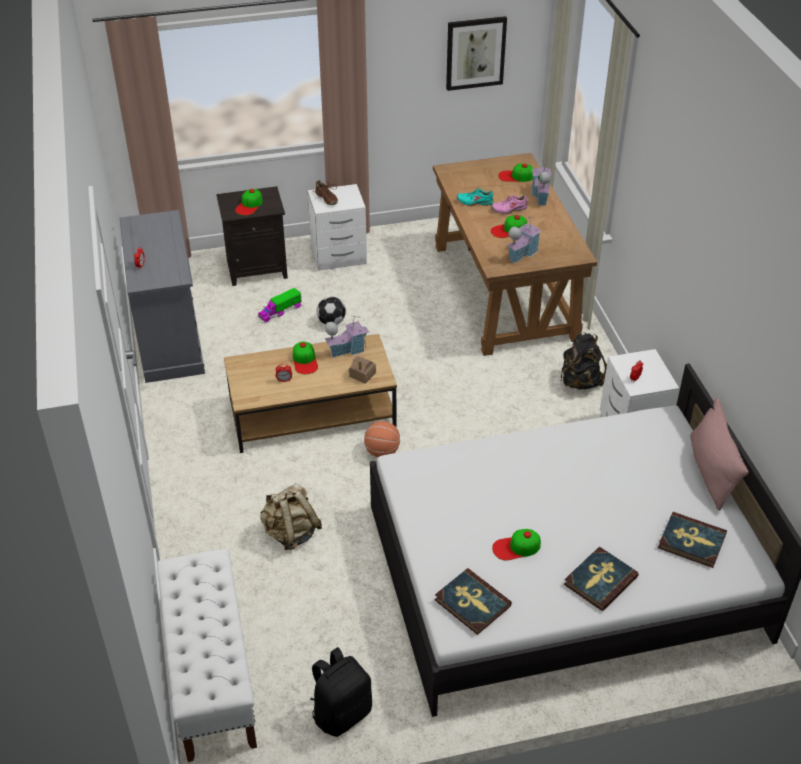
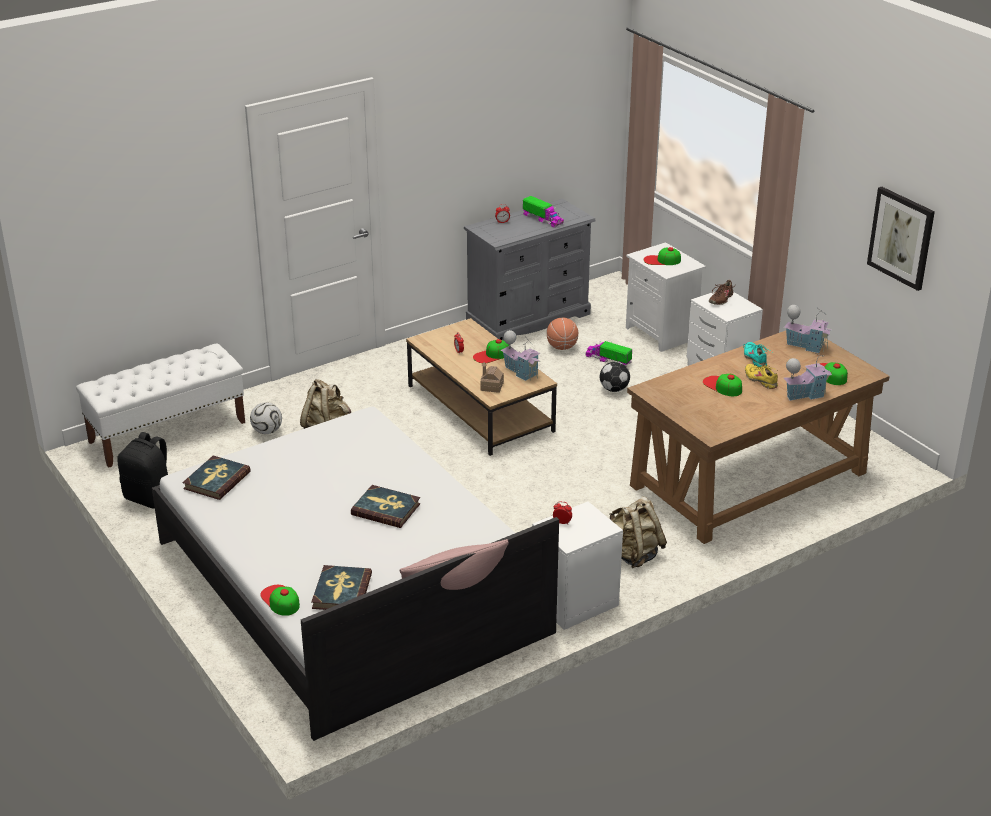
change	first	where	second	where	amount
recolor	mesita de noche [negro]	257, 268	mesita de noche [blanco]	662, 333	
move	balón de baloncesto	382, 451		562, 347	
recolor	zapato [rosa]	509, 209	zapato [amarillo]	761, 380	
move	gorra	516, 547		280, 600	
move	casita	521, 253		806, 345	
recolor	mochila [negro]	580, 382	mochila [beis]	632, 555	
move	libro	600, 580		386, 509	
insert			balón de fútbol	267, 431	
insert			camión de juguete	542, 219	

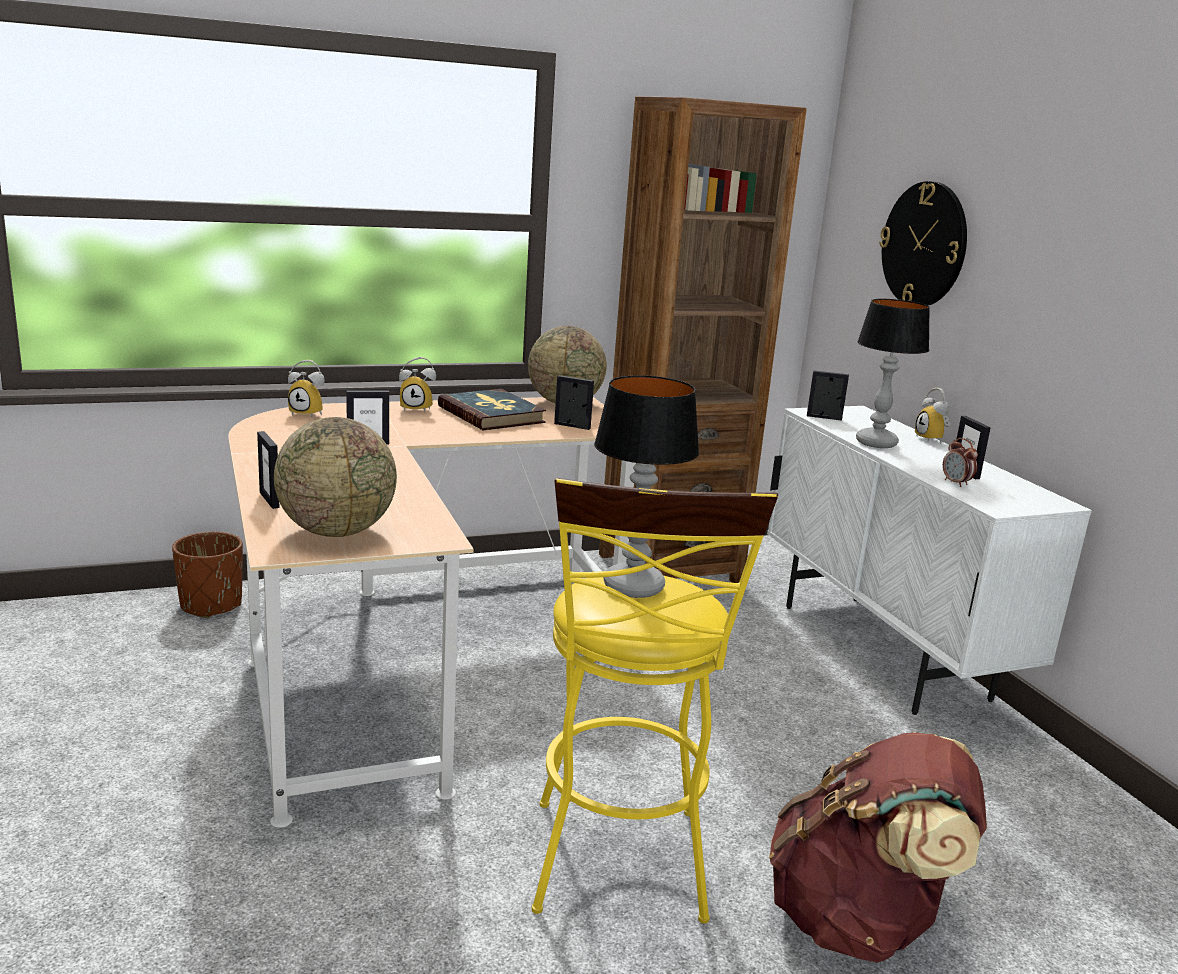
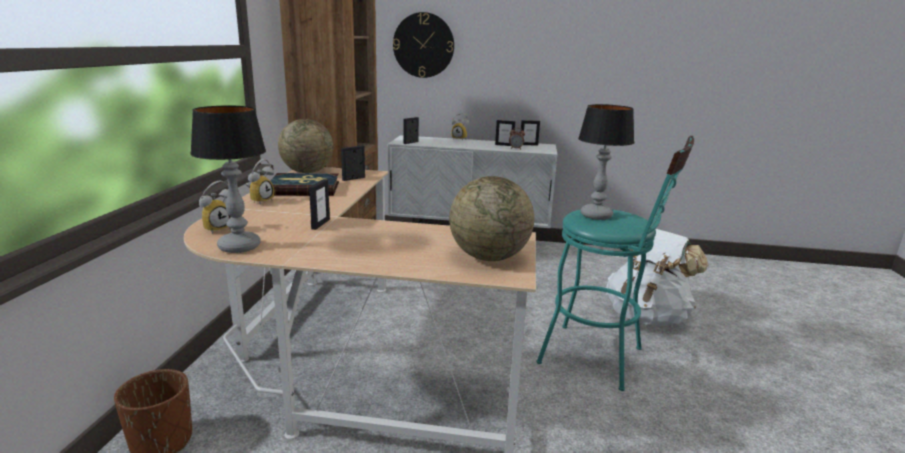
change	first	where	second	where	amount
move	portarretratos	270, 500		528, 145	
recolor	taburete [amarillo]	619, 872	taburete [turquesa]	600, 358	
recolor	mochila [marrón]	859, 920	mochila [blanco]	647, 316	
move	lámpara de mesa	876, 443		240, 247	

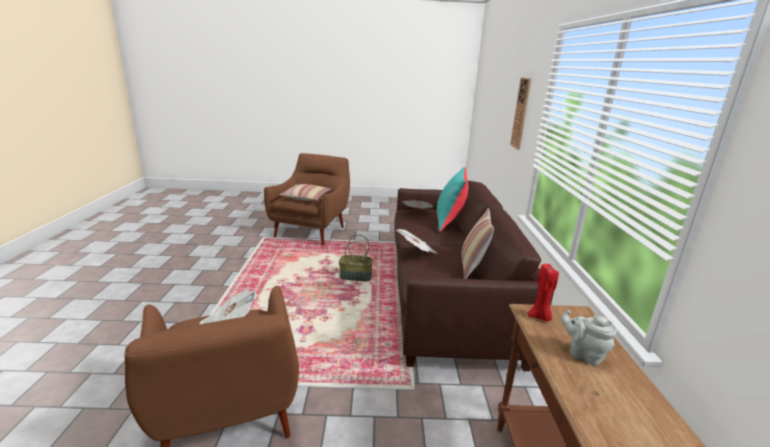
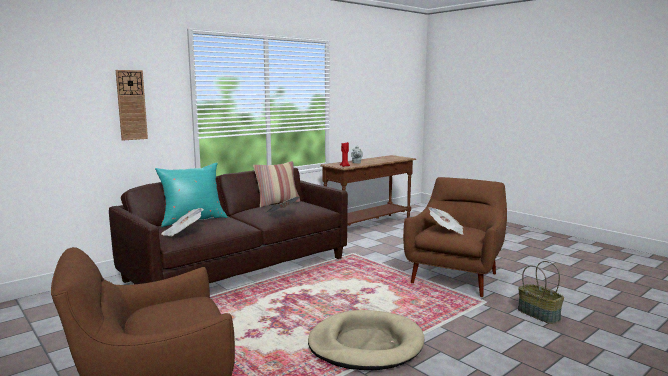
change	first	where	second	where	amount
delete	cojín	306, 197			
move	cesta	355, 277		539, 314	
insert			cama para perro [beis]	365, 345	

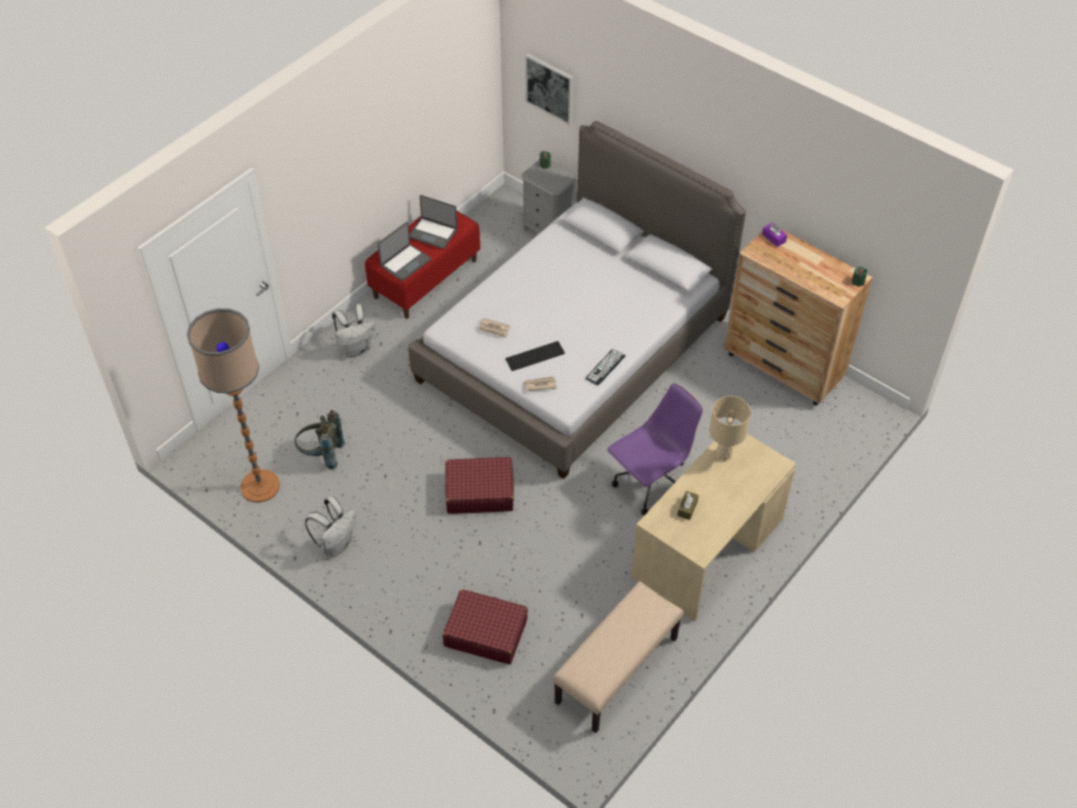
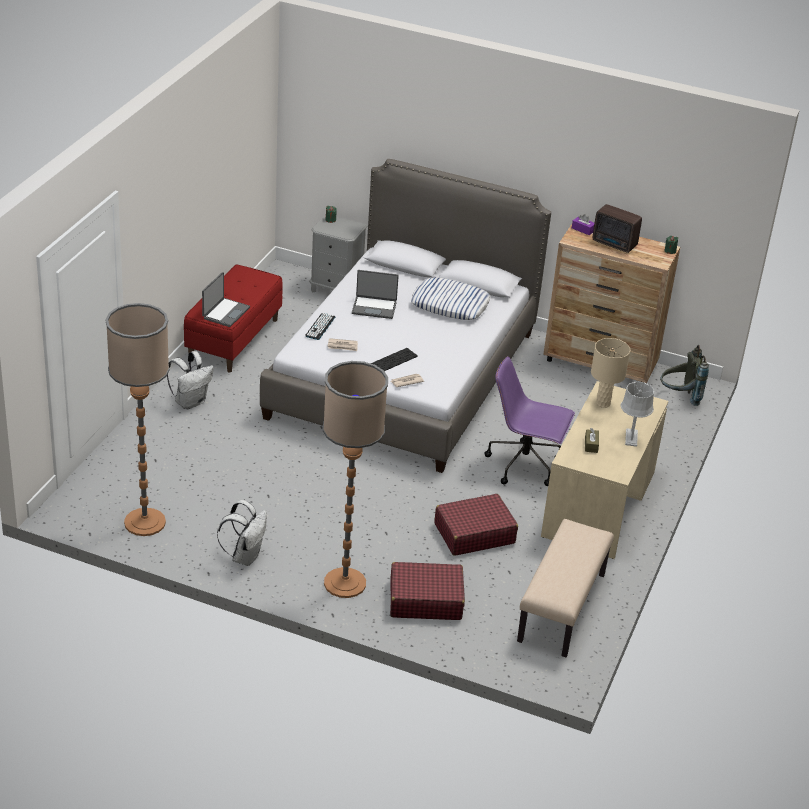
change	first	where	second	where	amount
move	mochila [gris]	321, 455		679, 397	
move	portátil	433, 233		374, 307	
move	maleta [rojo]	479, 492		474, 533	
delete	cuadro	550, 88			
move	teclado	605, 367		320, 326	
rotate	silla de oficina [morado]	651, 484		525, 465	105 degrees counterclockwise
insert			lámpara de pie	344, 583	
insert			cojín	450, 304	
insert			radio	615, 244	
insert			lámpara de mesa [gris]	631, 438	

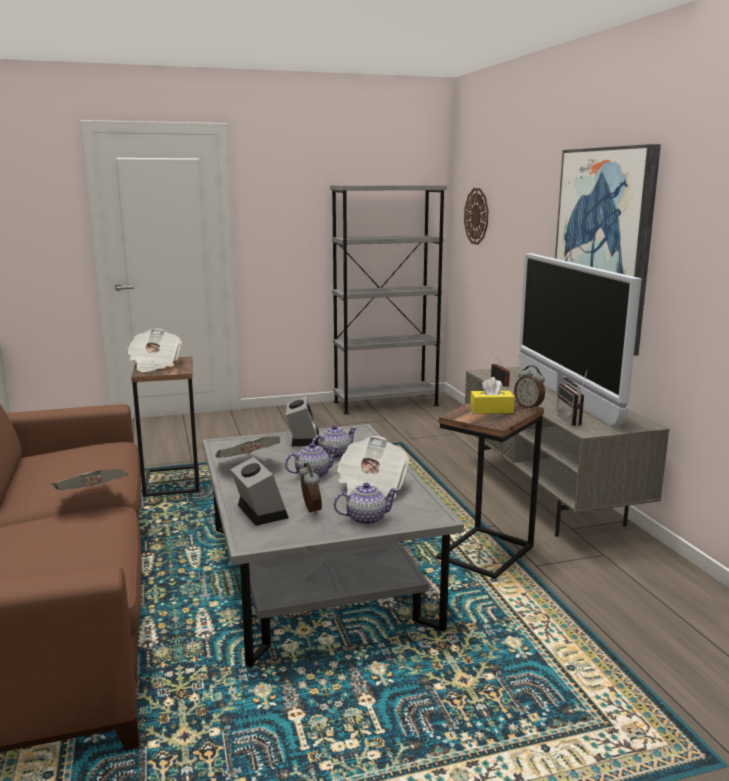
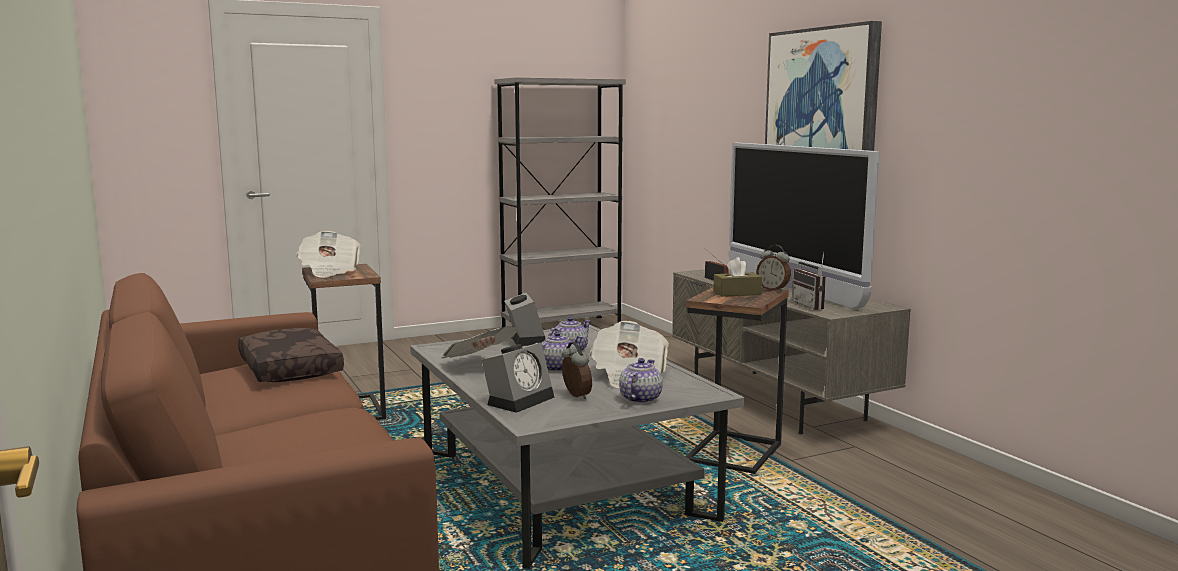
change	first	where	second	where	amount
delete	periódico	92, 499			
rotate	despertador	258, 511		520, 400	75 degrees clockwise
rotate	tetera	365, 519		639, 399	45 degrees counterclockwise
delete	reloj de pared	477, 216			
recolor	caja de pañuelos [amarillo]	491, 410	caja de pañuelos [marrón]	737, 293	
insert			cojín [marrón]	288, 369	

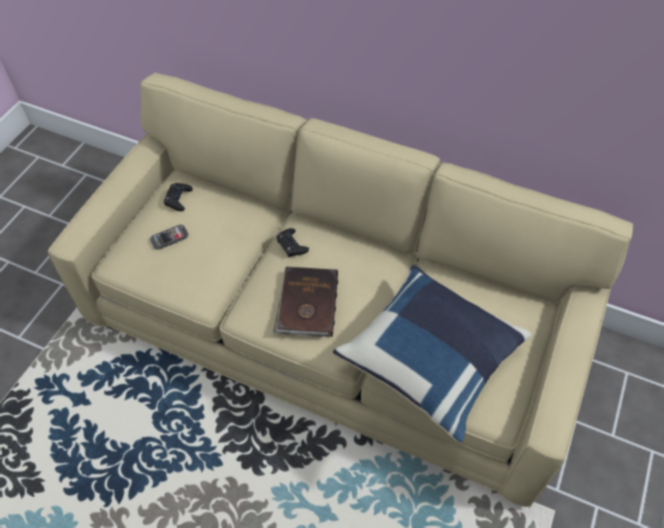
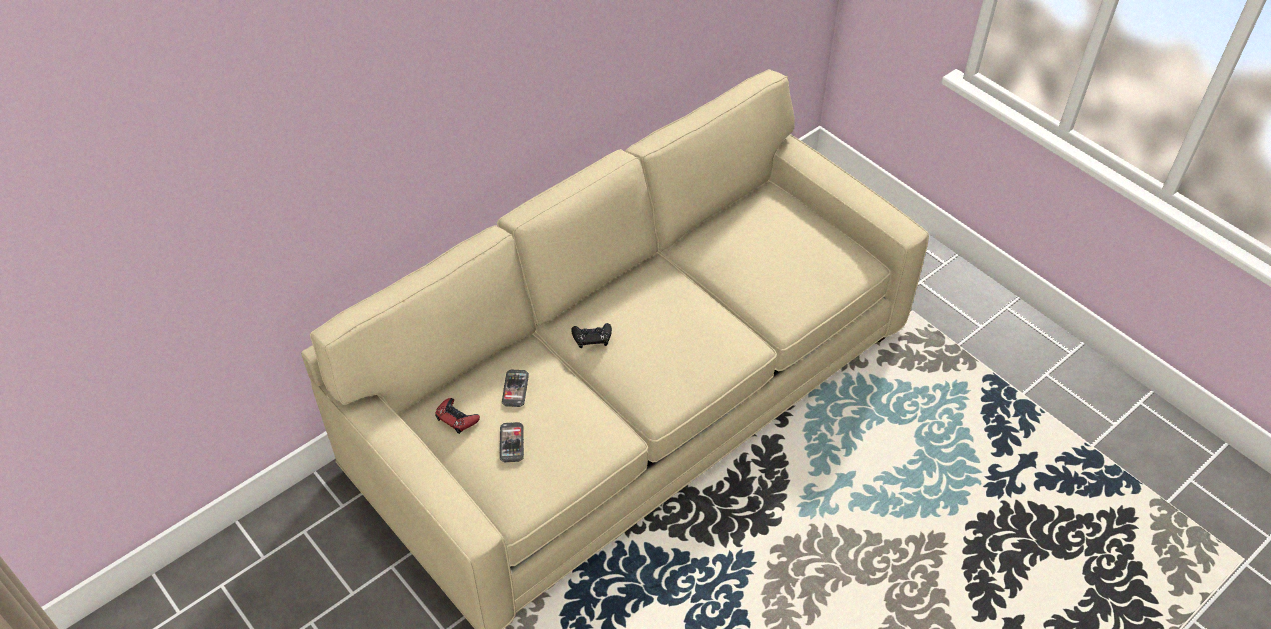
change	first	where	second	where	amount
recolor	mando de consola [negro]	178, 199	mando de consola [rojo]	456, 418	
delete	libro [marrón]	307, 304			
delete	cojín [azul]	430, 360			
insert			móvil	515, 389	

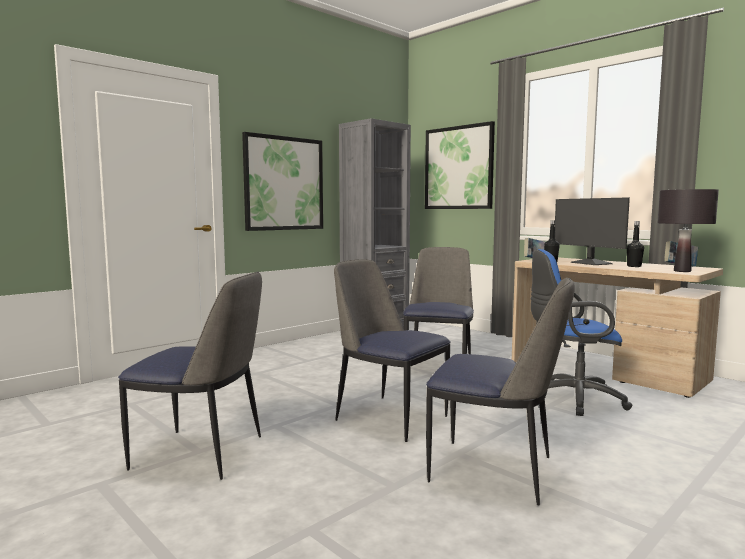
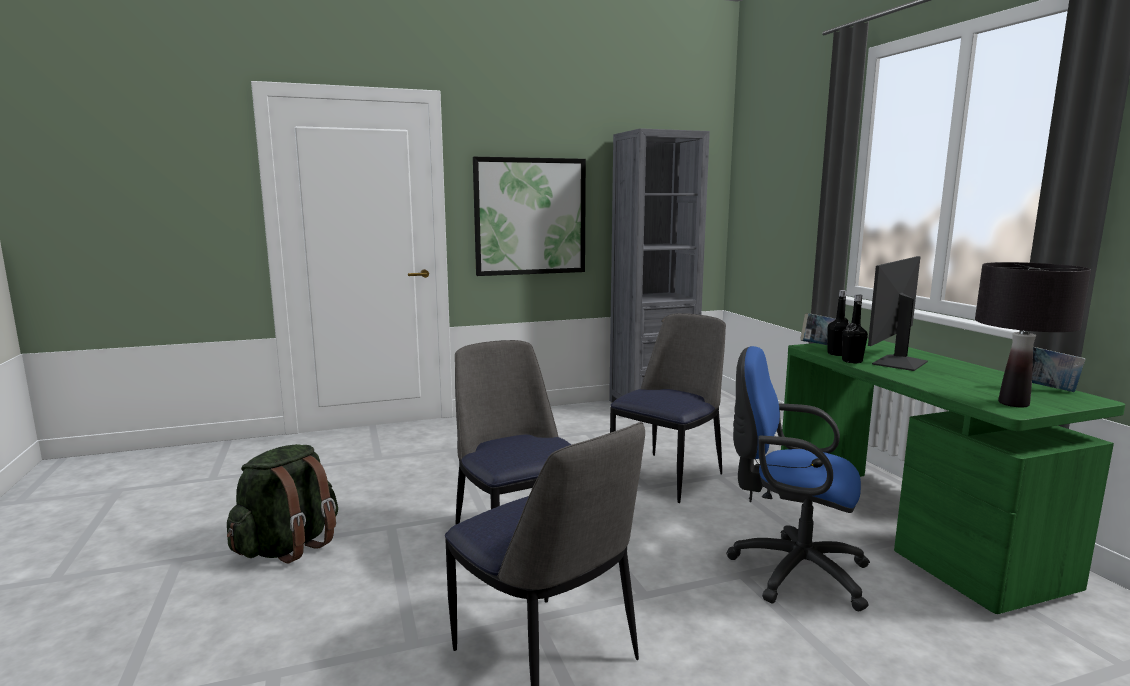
change	first	where	second	where	amount
replace	silla	202, 453	mochila [verde]	289, 546	
delete	cuadro	458, 168			
recolor	escritorio [beis]	606, 371	escritorio [verde]	910, 532	
rotate	monitor	590, 263		897, 363	45 degrees clockwise
move	botella [negro]	634, 266		852, 361	

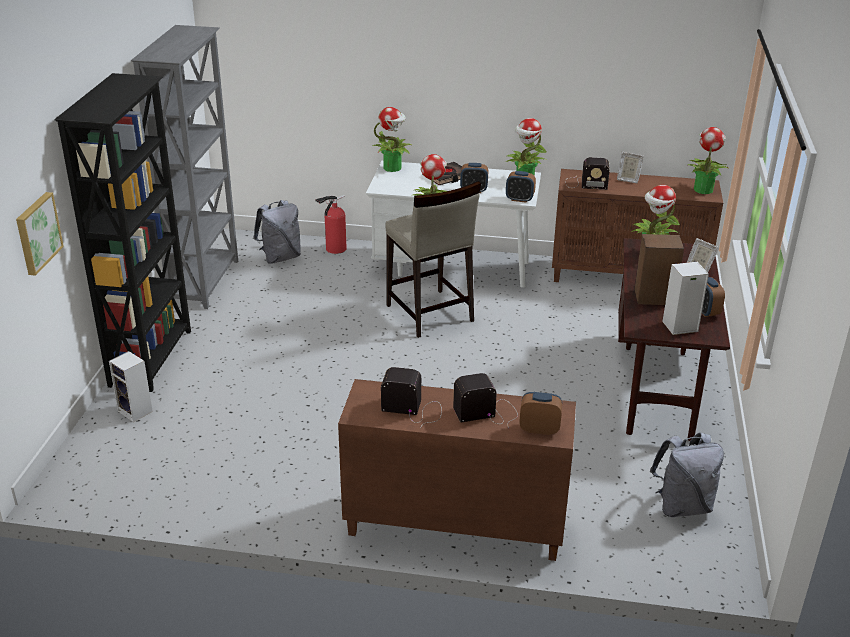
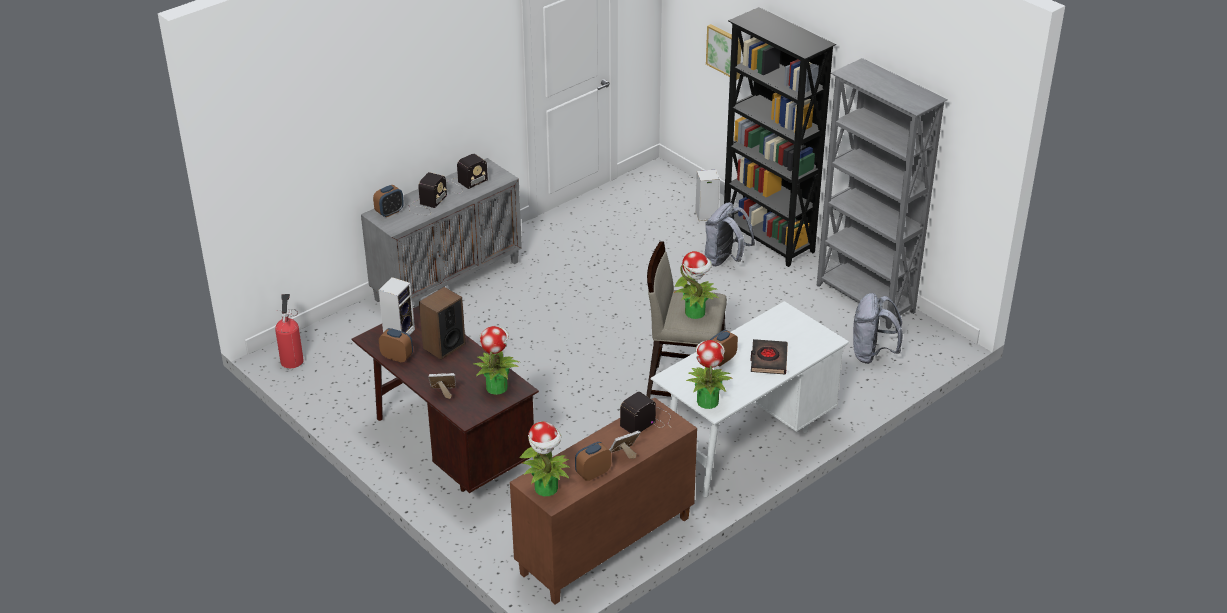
change	first	where	second	where	amount
move	extintor	334, 249		292, 359	
recolor	armario [marrón]	453, 526	armario [gris]	447, 280	
delete	planta en maceta	393, 168			
move	despertador	519, 199		593, 473	
move	mochila [gris]	682, 506		725, 260	

